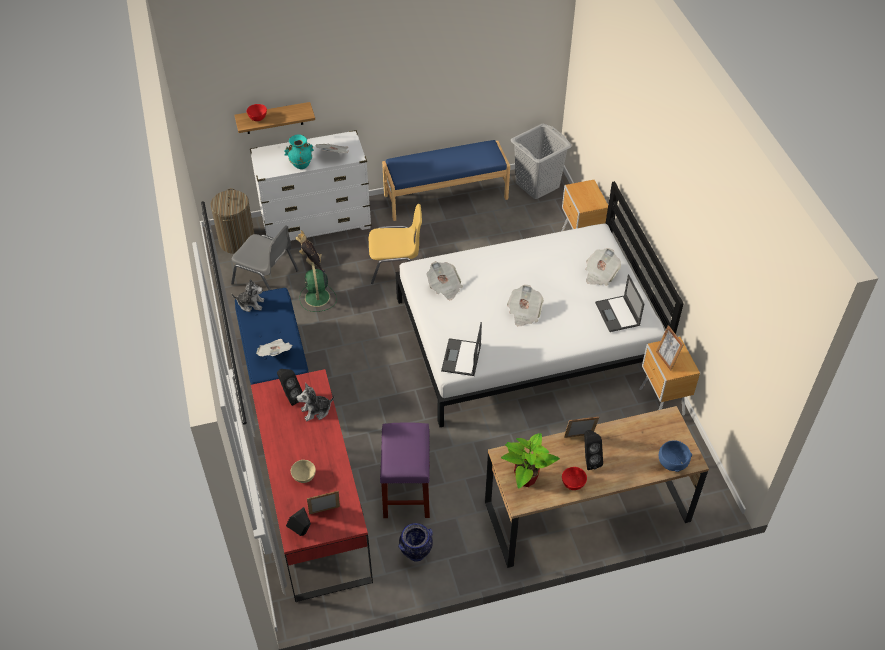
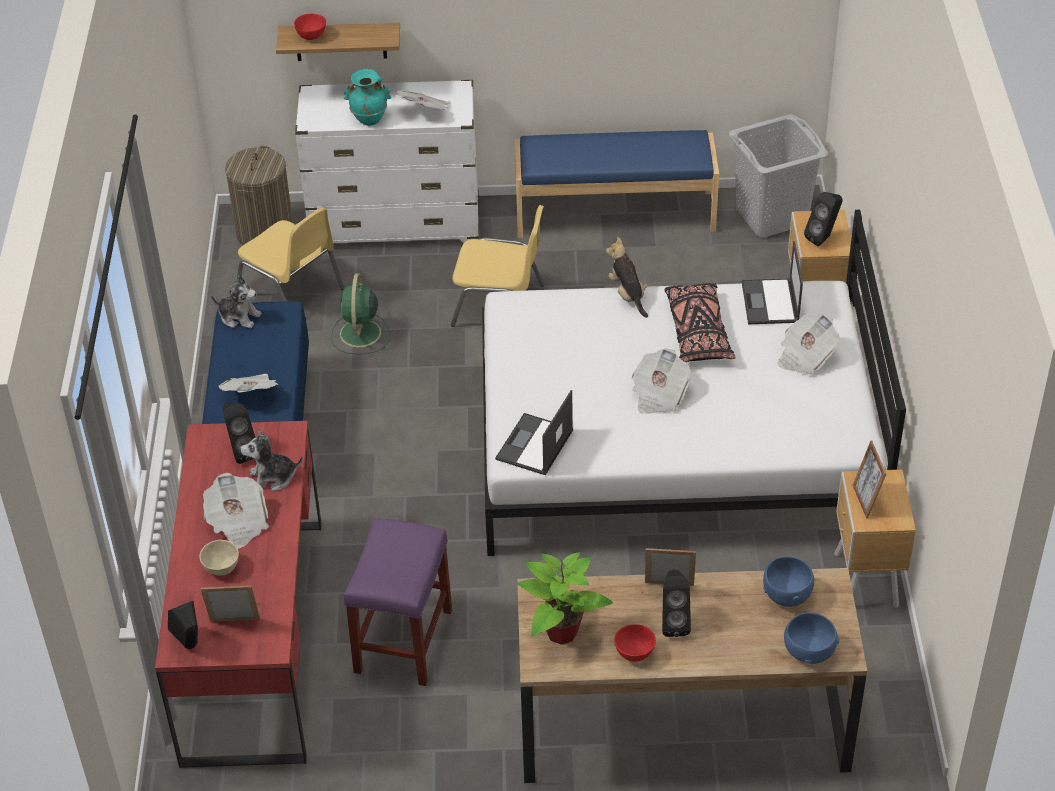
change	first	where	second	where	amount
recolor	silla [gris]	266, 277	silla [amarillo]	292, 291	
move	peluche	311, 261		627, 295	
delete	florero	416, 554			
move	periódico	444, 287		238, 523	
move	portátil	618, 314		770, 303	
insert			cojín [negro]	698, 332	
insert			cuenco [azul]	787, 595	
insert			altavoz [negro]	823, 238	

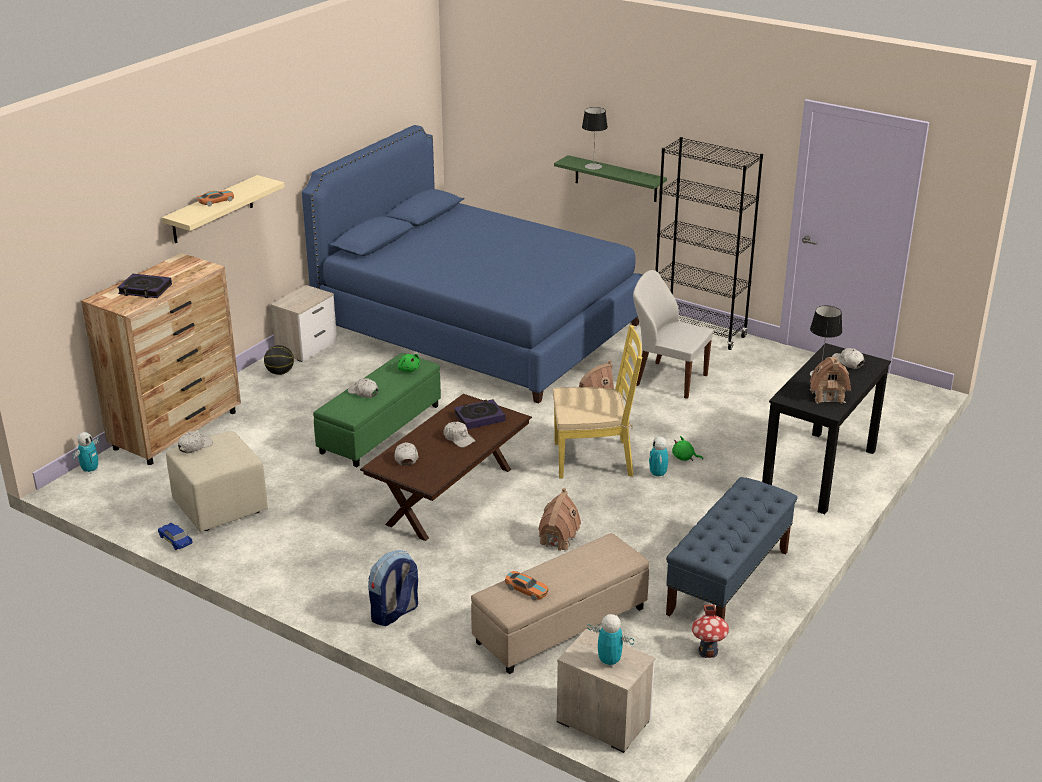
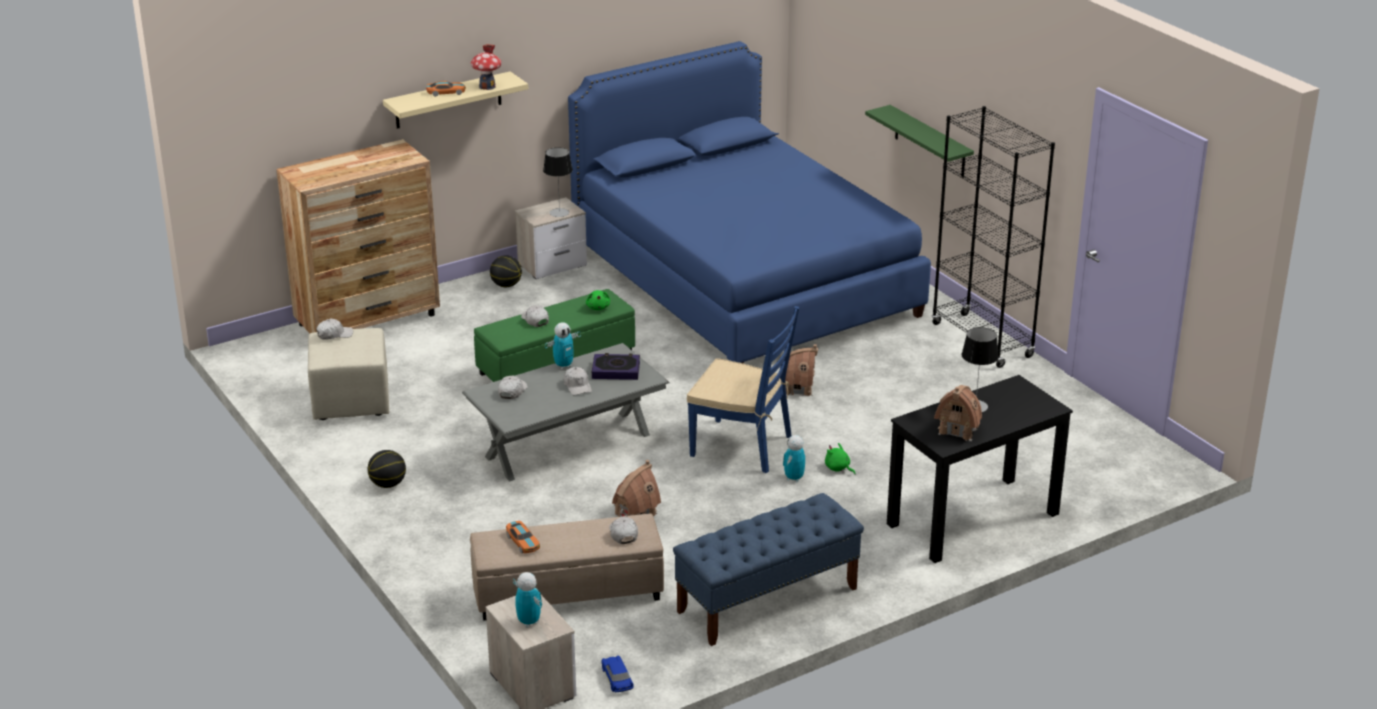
change	first	where	second	where	amount
move	robot de juguete	90, 470		563, 365	
delete	libro	145, 289			
move	coche de juguete [azul]	175, 540		617, 679	
recolor	mesa de centro [marrón]	450, 496	mesa de centro [gris]	568, 445	
delete	mochila	394, 613			
recolor	silla [amarillo]	594, 459	silla [azul]	742, 446	
move	lámpara de mesa	593, 166		559, 213	
delete	silla [blanco]	669, 379			
move	casita	708, 651		487, 86	
move	gorra [blanco]	847, 363		623, 534	
insert			balón de baloncesto	387, 484	

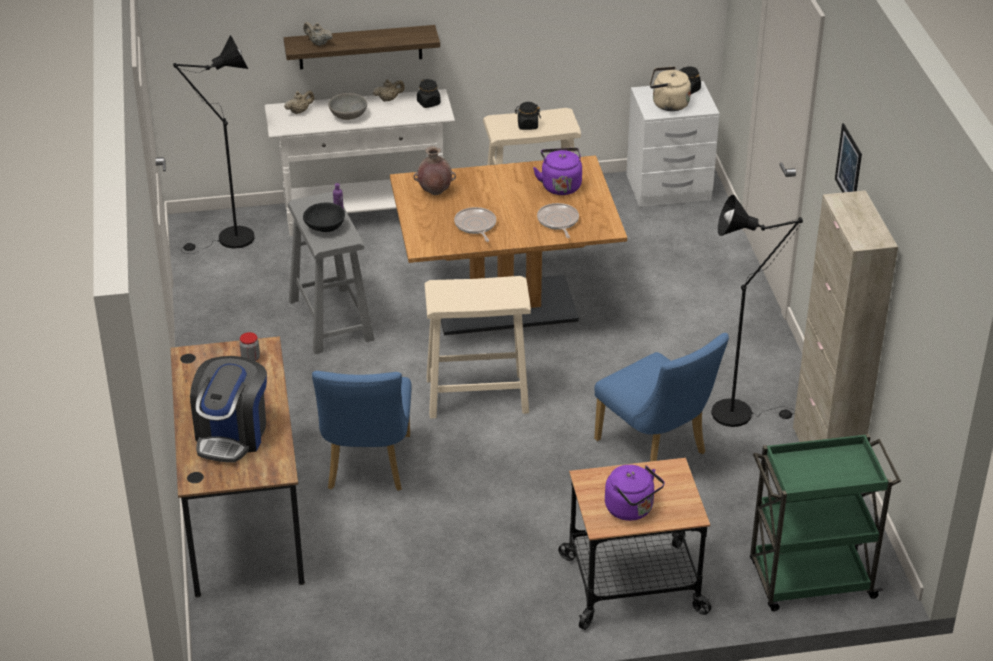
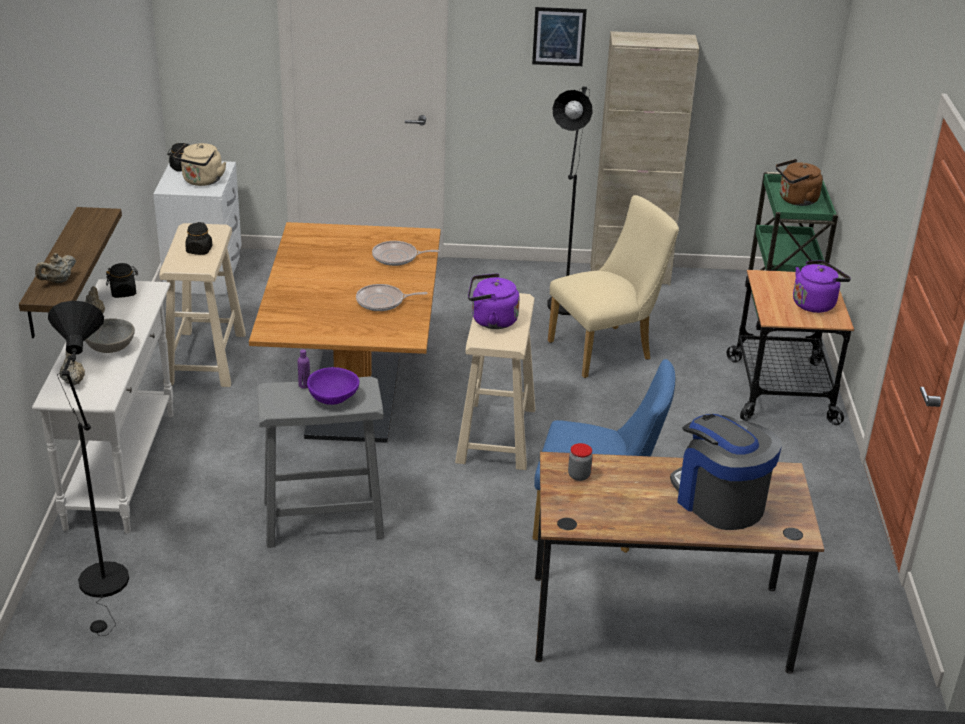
change	first	where	second	where	amount
rotate	cafetera	232, 434		719, 500	150 degrees counterclockwise
recolor	cuenco [negro]	324, 227	cuenco [morado]	333, 398	
delete	florero [marrón]	434, 192			
move	hervidor [morado]	560, 185		491, 320	
recolor	silla [azul]	656, 450	silla [beis]	606, 350	
insert			hervidor [marrón]	795, 200	

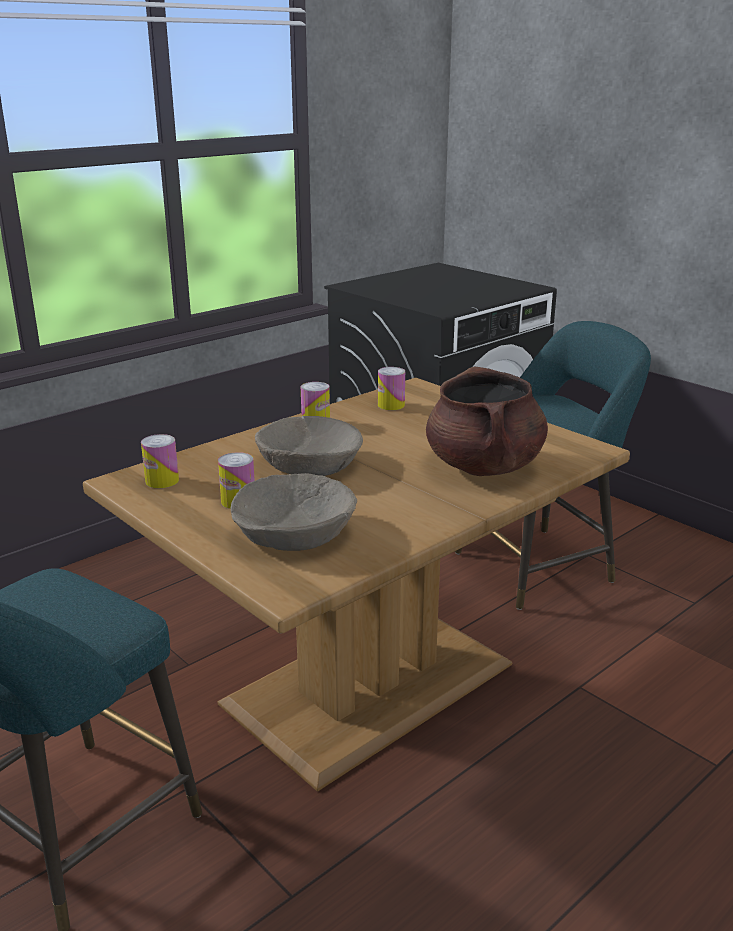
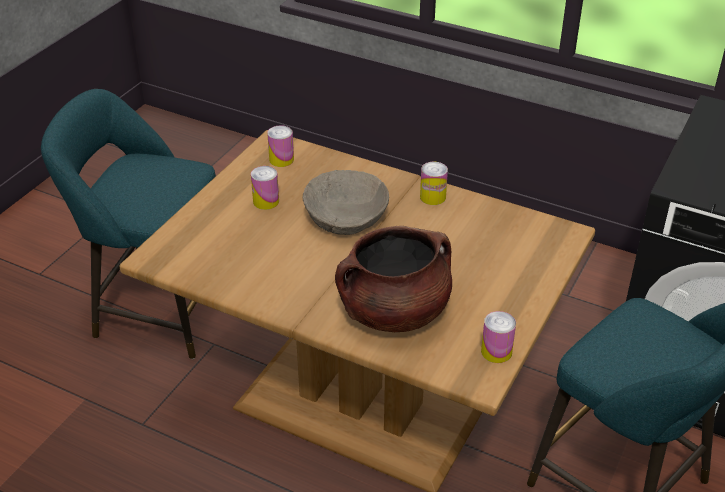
change	first	where	second	where	amount
delete	cuenco [beis]	295, 533			
move	lata	391, 405		496, 351	

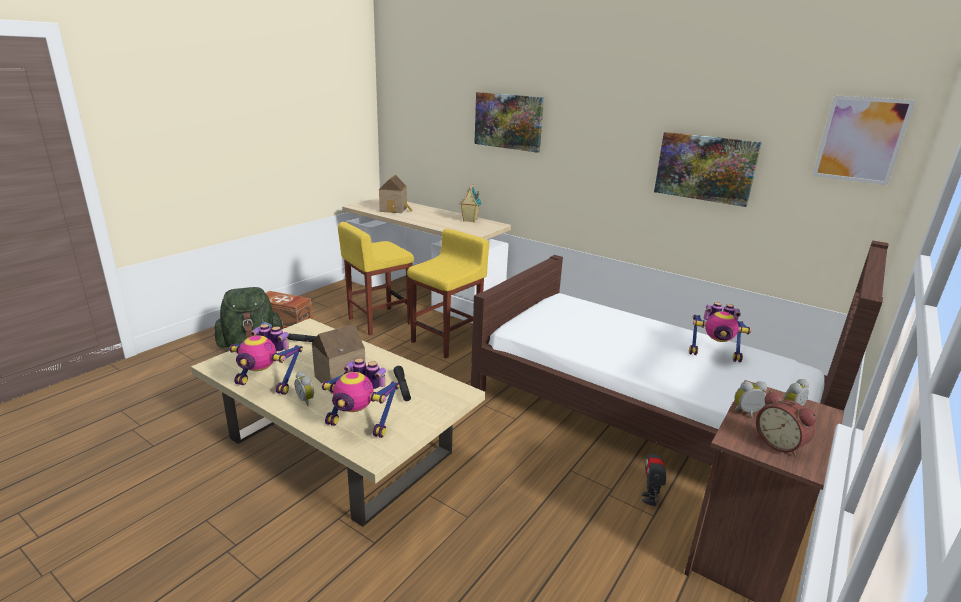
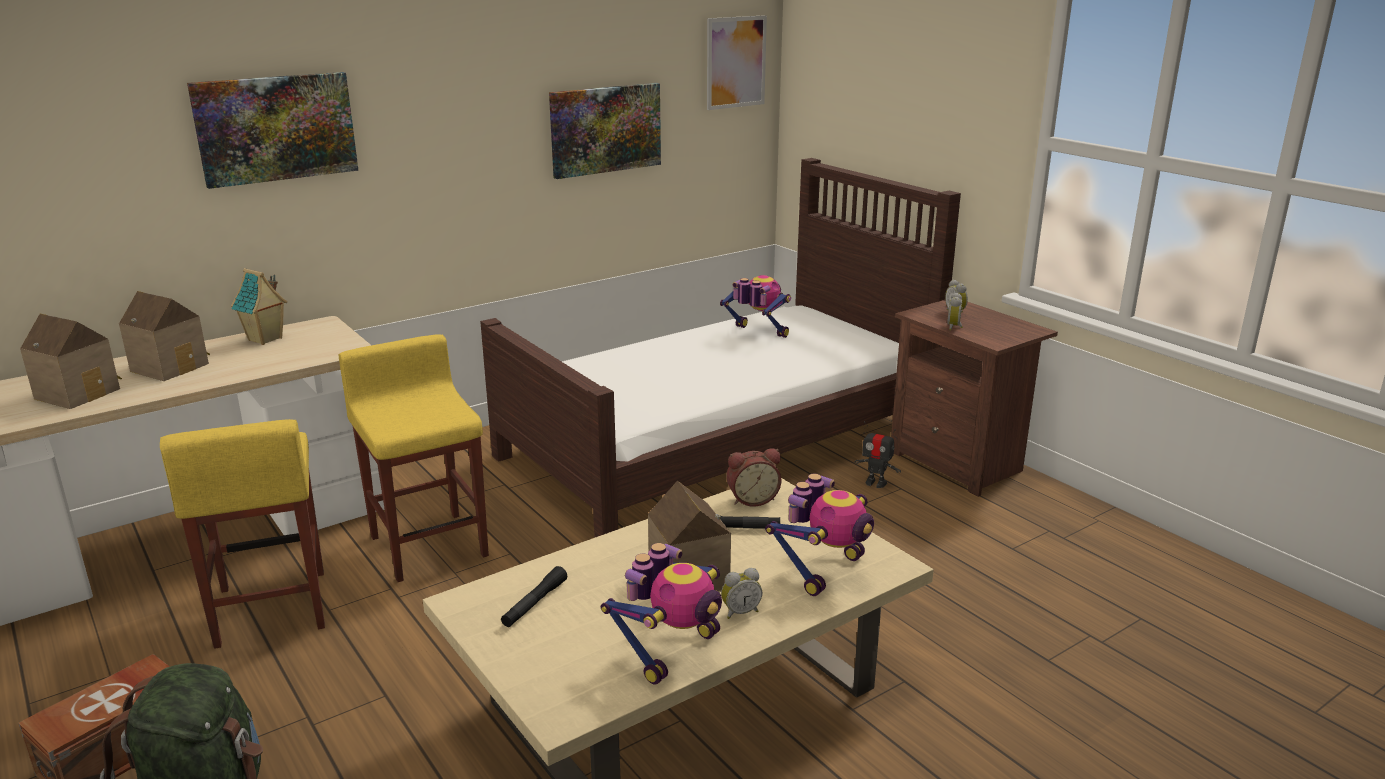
change	first	where	second	where	amount
rotate	robot de juguete	714, 354		757, 334	90 degrees counterclockwise
move	despertador	780, 444		752, 499	
insert			casita	172, 366	

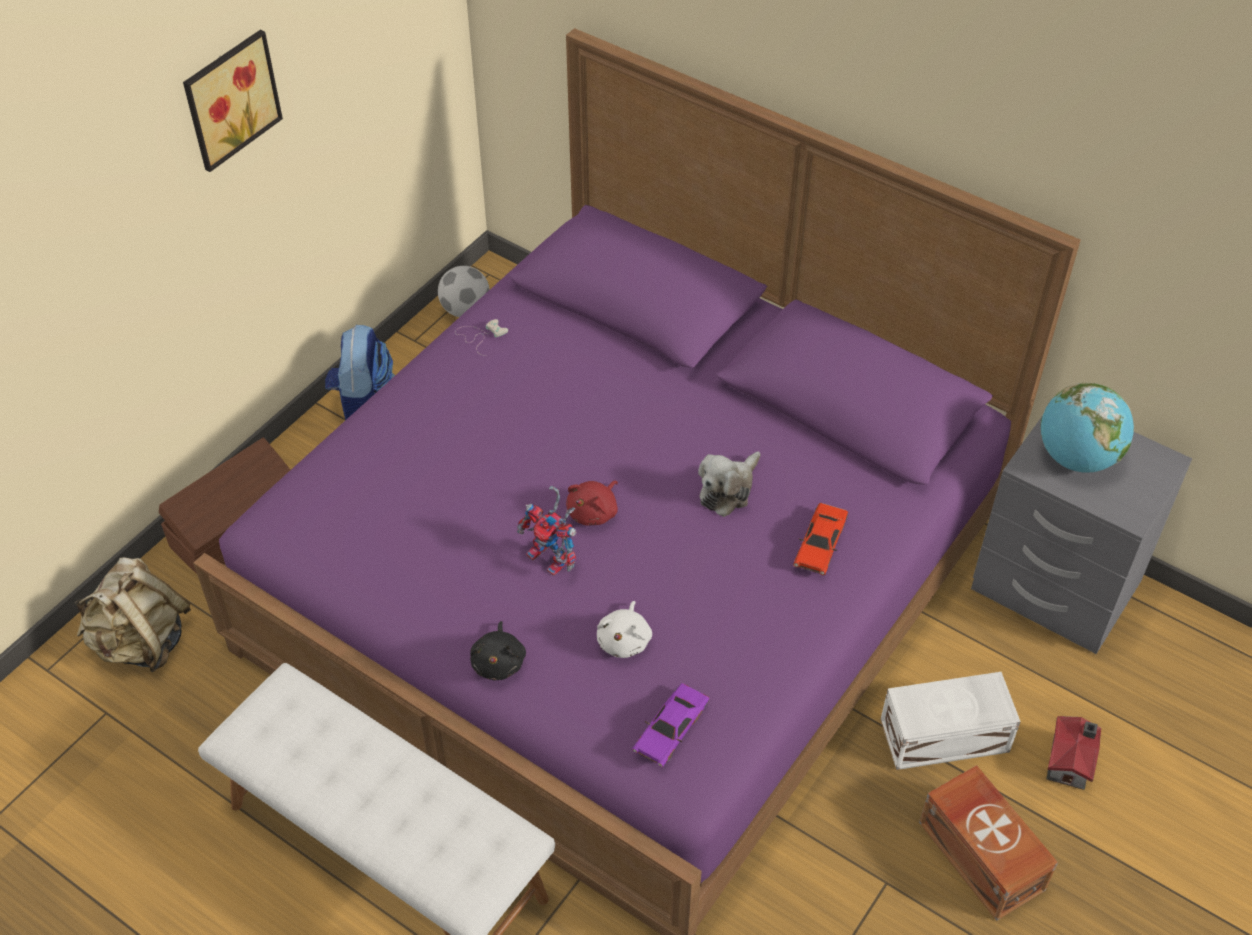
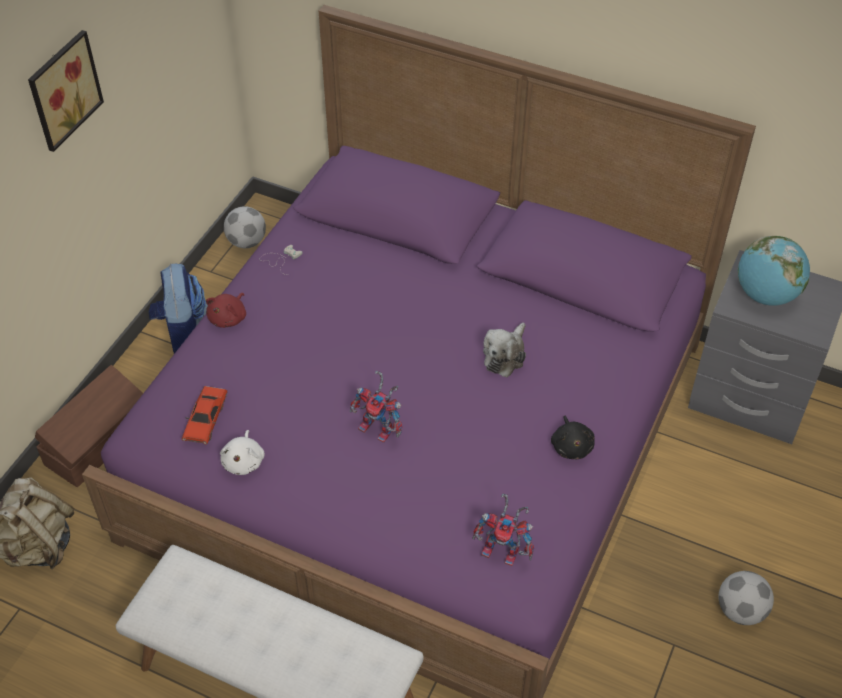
change	first	where	second	where	amount
move	peluche [negro]	499, 662		571, 446	
move	peluche [rojo]	594, 512		229, 318	
move	peluche [blanco]	625, 640		244, 461	
replace	coche de juguete [morado]	671, 730	robot de juguete	504, 551	
move	coche de juguete [rojo]	820, 545		206, 420	
delete	caja de almacenaje [blanco]	946, 737			
replace	caja de almacenaje [marrón]	981, 853	balón de fútbol	740, 610	
delete	casita	1070, 761			

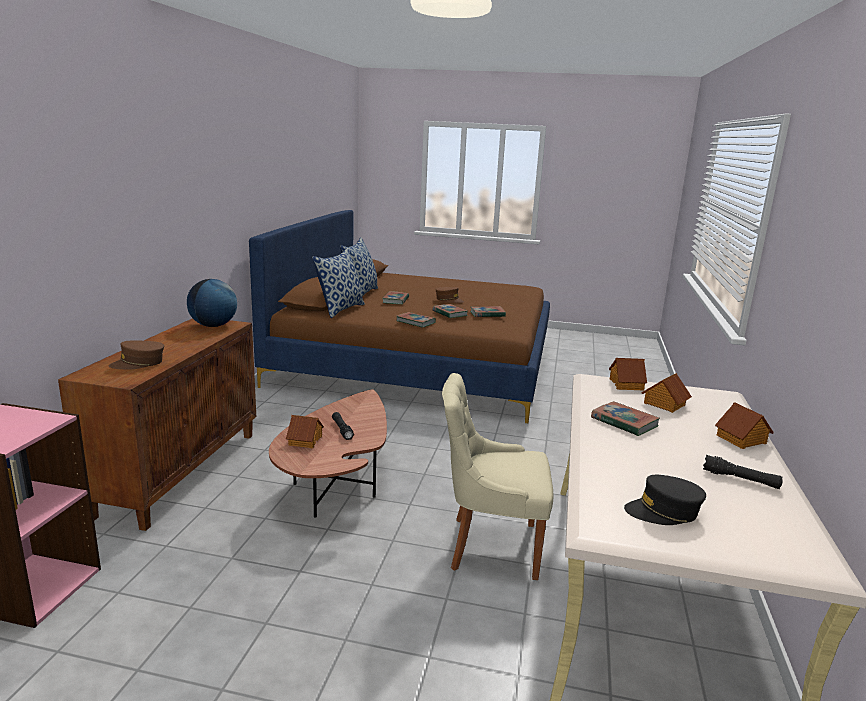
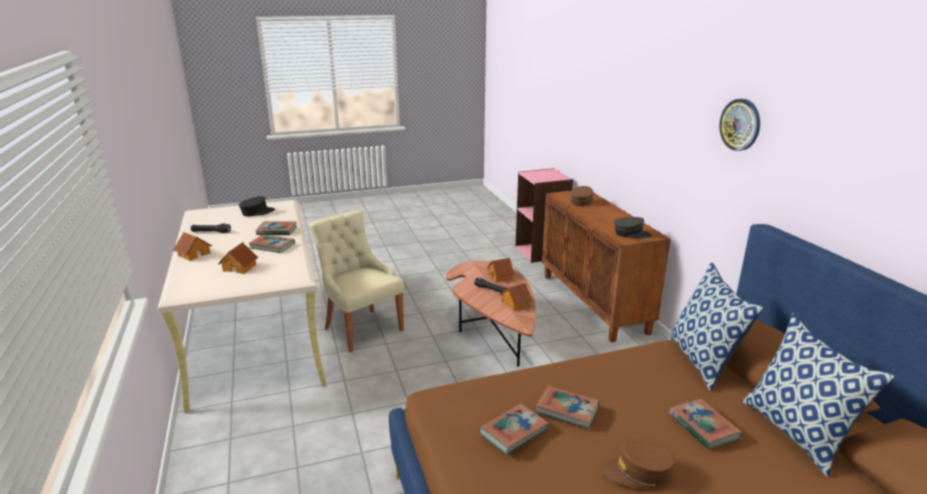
change	first	where	second	where	amount
replace	globo terráqueo	213, 326	gorra [gris]	631, 234	
move	libro	415, 322		277, 231	
rotate	silla [beis]	489, 546		361, 328	105 degrees counterclockwise
move	casita	626, 384		515, 304	
insert			reloj de pared	740, 124	

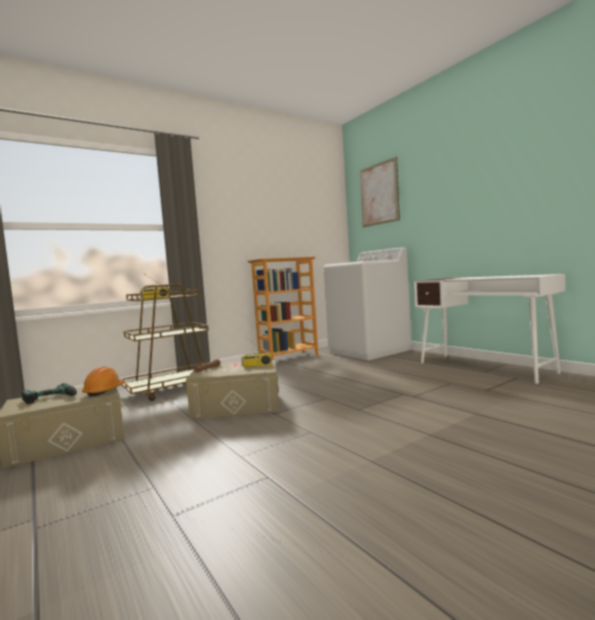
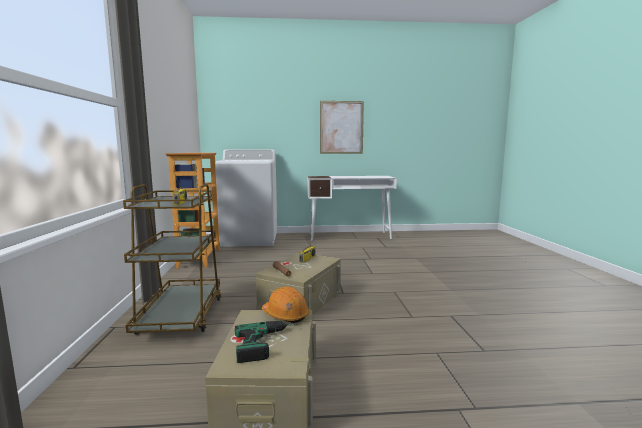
change	first	where	second	where	amount
move	cuadro	379, 194		341, 127	

